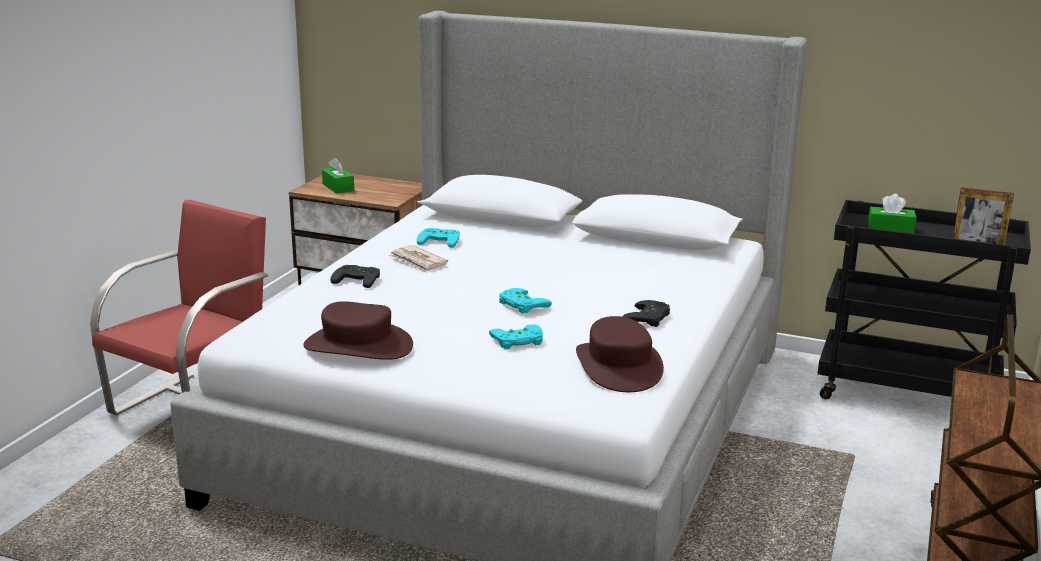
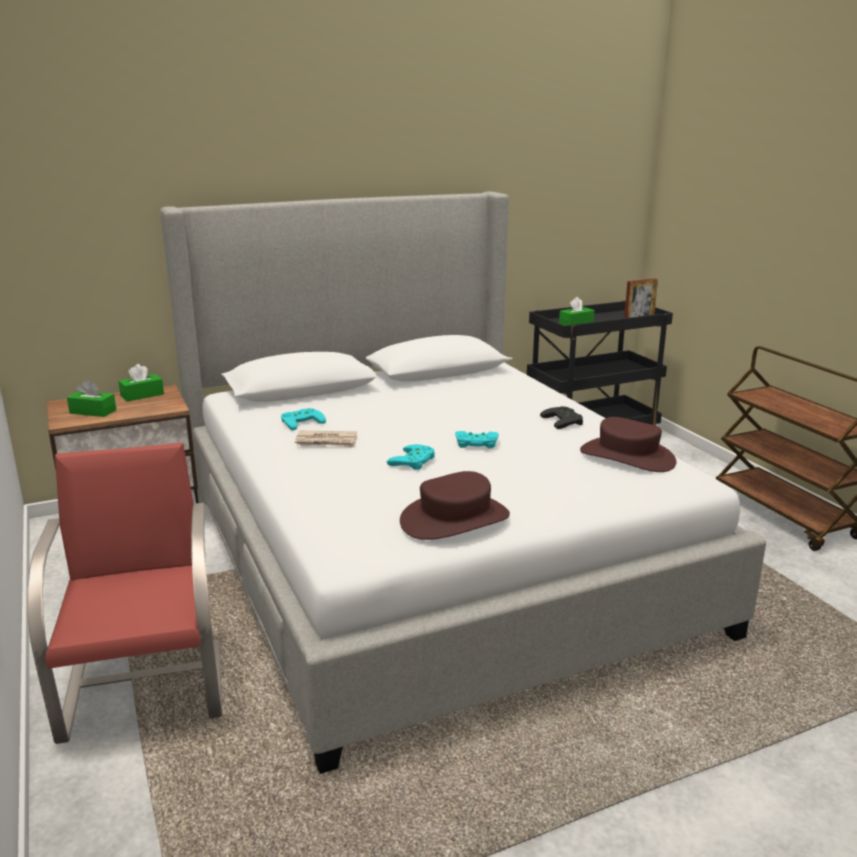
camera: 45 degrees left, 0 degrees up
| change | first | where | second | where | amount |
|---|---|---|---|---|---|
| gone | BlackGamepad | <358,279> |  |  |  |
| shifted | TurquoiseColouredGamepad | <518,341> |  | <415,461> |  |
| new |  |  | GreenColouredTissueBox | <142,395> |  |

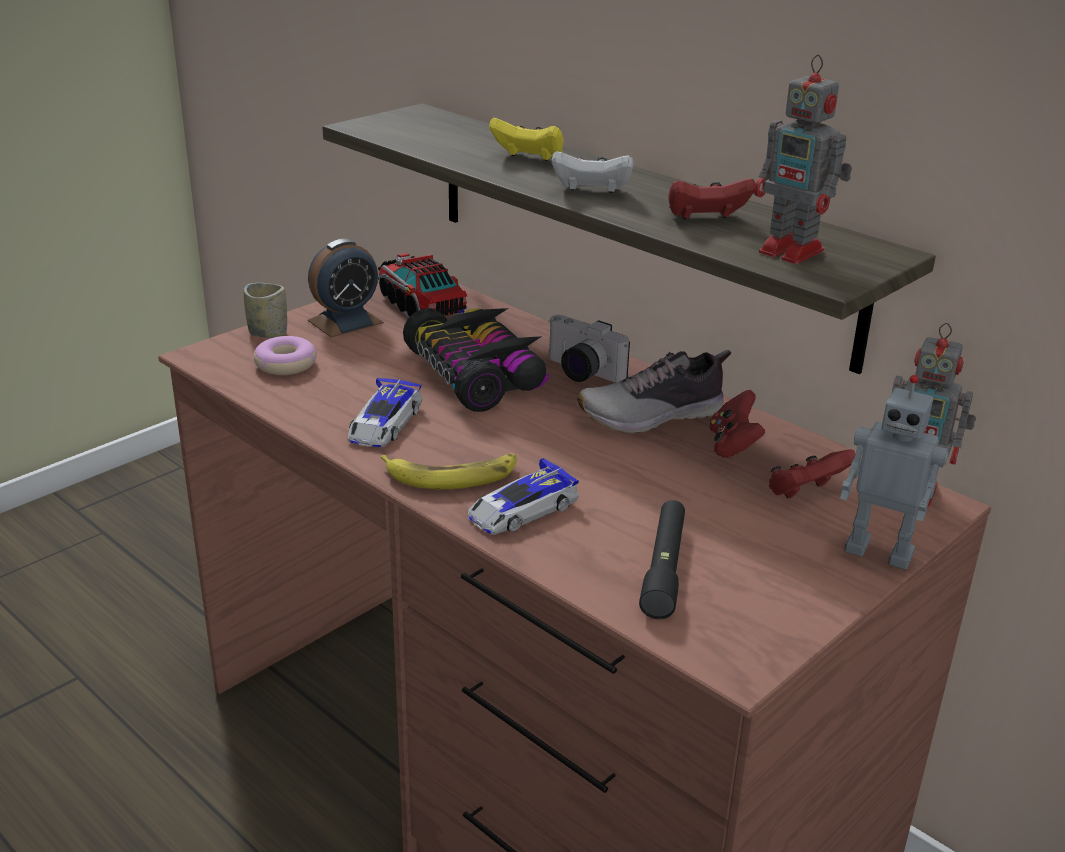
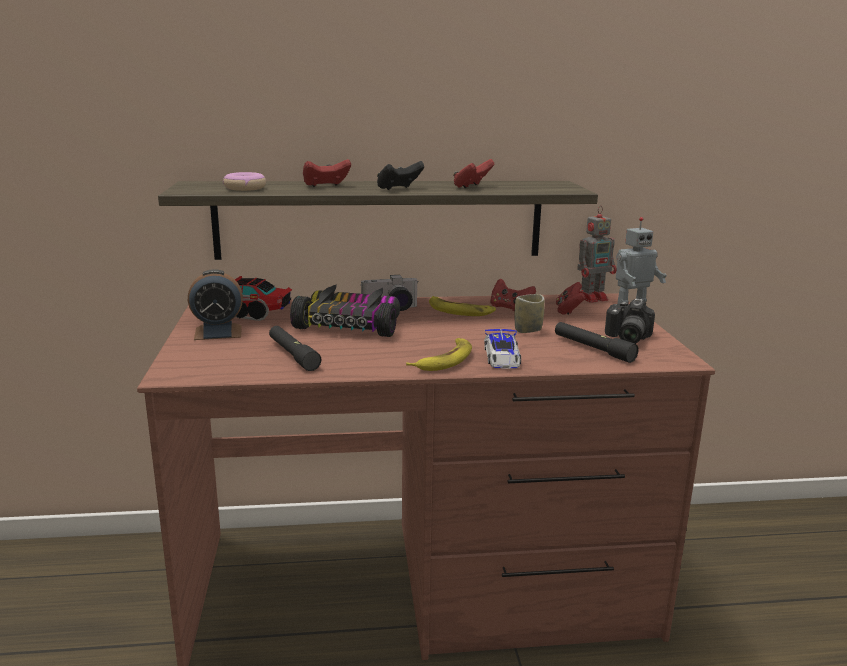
camera: 50 degrees left, 10 degrees down
| change | first | where | second | where | amount |
|---|---|---|---|---|---|
| shifted | DrinkingCup | <268,333> |  | <528,330> |  |
| shifted | RingDoughnut | <286,364> |  | <245,188> |  |
| rotated | AlarmClock | <345,321> |  | <218,332> | 75 degrees clockwise |
| gone | ToyCar | <383,424> |  |  |  |
| repainted | YellowColouredGamepad | <528,159> | RedColouredGamepad | <325,186> |  |
| repainted | WhiteColouredGamepad | <591,192> | BlackGamepad | <398,189> |  |
| swapped | ItemOfFootwear | <653,416> | Banana | <459,311> |  |
| gone | ModelRobot | <794,252> |  |  |  |
| new |  |  | BlackHandTorch | <293,355> |  |
| new |  |  | StillCamera | <625,338> |  |

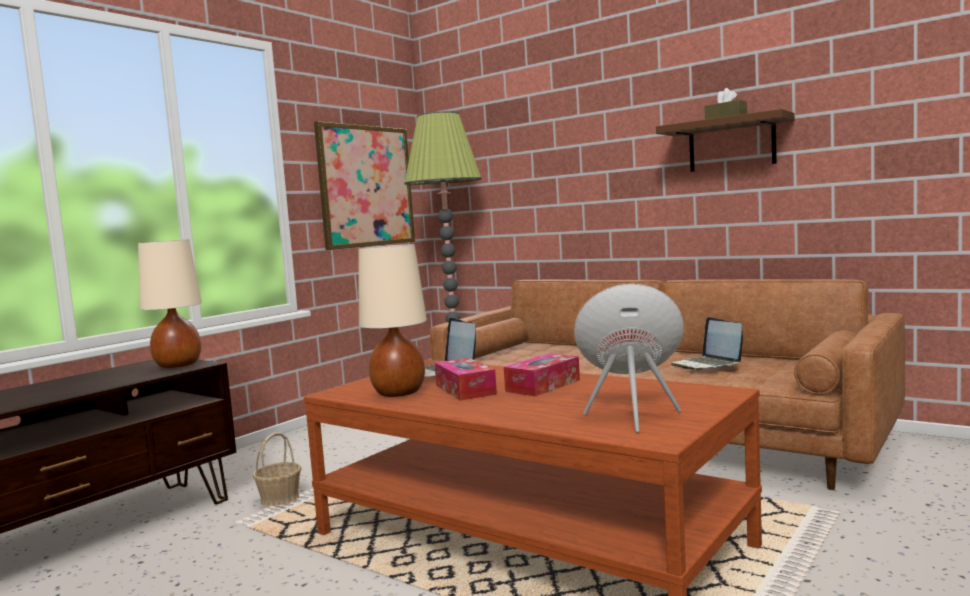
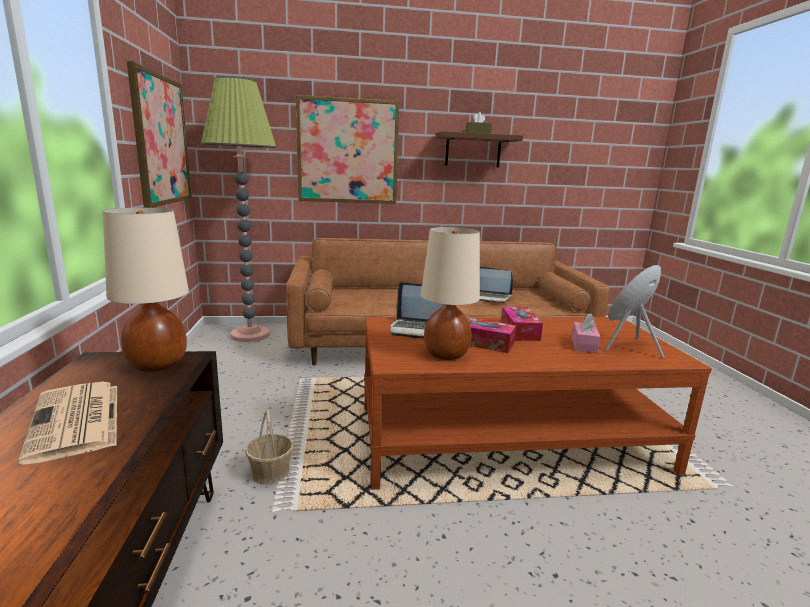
camera: 45 degrees left, 10 degrees up
| change | first | where | second | where | amount |
|---|---|---|---|---|---|
| new |  |  | Newspaper | <77,421> |  |
| new |  |  | WallPicture | <348,151> |  |
| new |  |  | PinkishTissueBox | <584,345> |  |

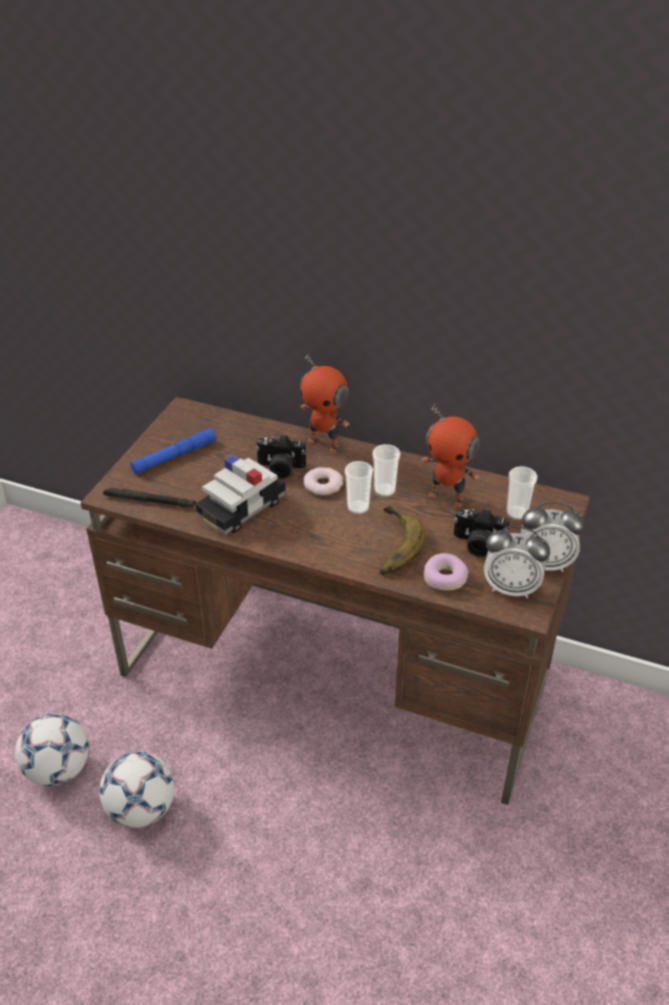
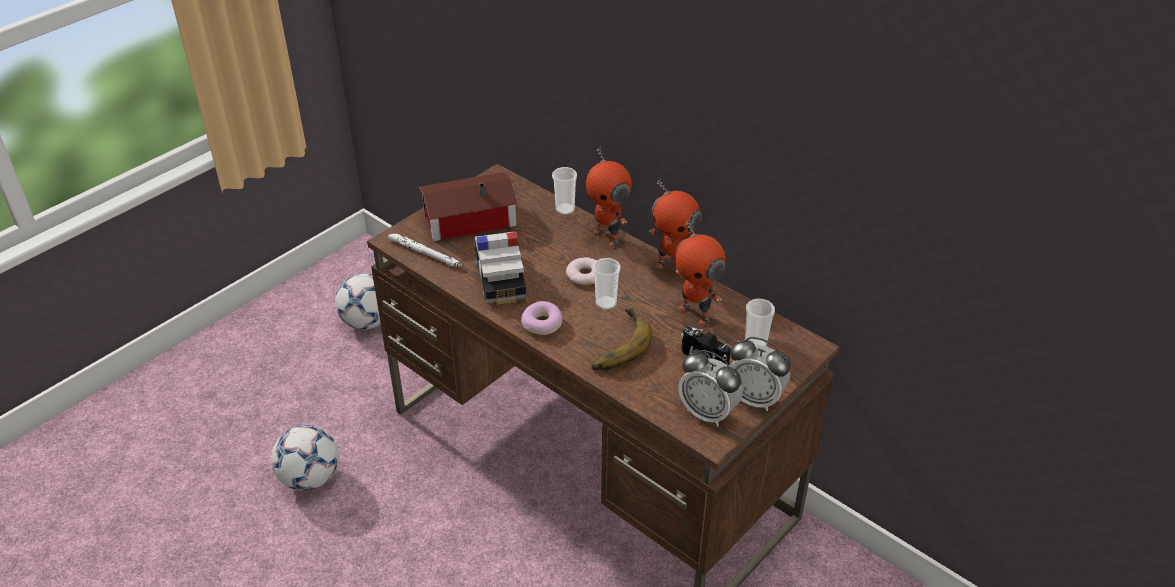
camera: 20 degrees right, 0 degrees up
| change | first | where | second | where | amount |
|---|---|---|---|---|---|
| shifted | Football | <141,809> |  | <367,322> |  |
| repainted | BlackHandTorch | <149,501> | WhiteColouredHandTorch | <425,253> |  |
| swapped | BlueColouredHandTorch | <174,456> | ModelHouse | <466,218> |  |
| rotated | ToyCar | <241,508> |  | <500,279> | 75 degrees counterclockwise |
| gone | StillCamera | <280,469> |  |  |  |
| shifted | DrinkingCup | <384,490> |  | <565,209> |  |
| shifted | RingDoughnut | <445,578> |  | <542,324> |  |
| new |  |  | ModelRobot | <673,268> |  |

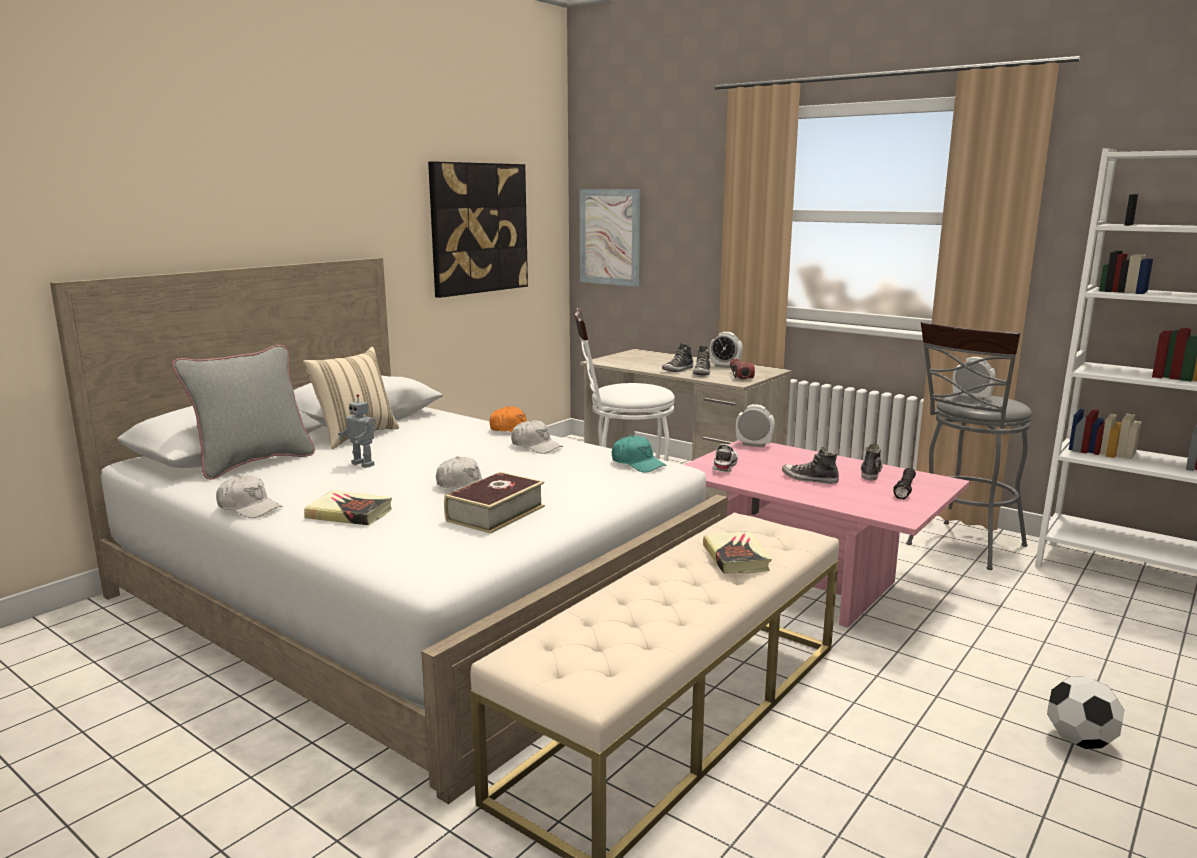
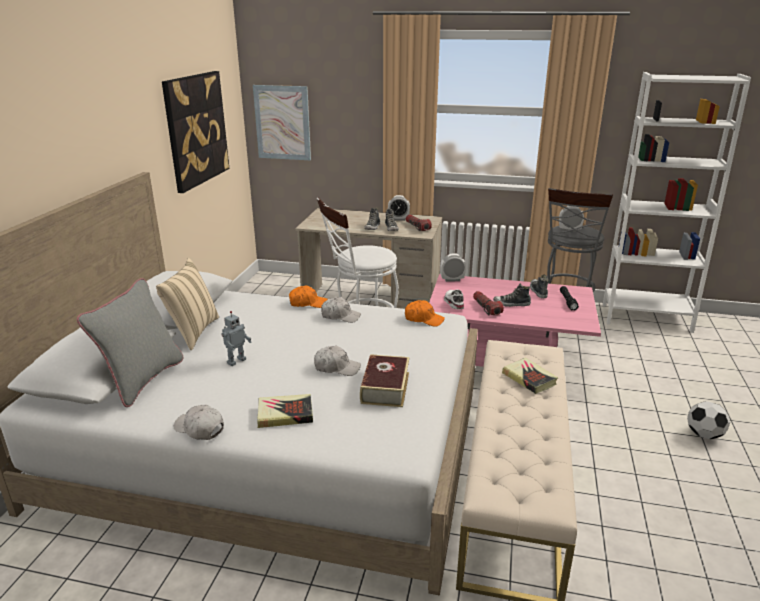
camera: 25 degrees left, 10 degrees up
| change | first | where | second | where | amount |
|---|---|---|---|---|---|
| rotated | WhiteColouredPeakedCap | <249,508> |  | <199,428> | 150 degrees counterclockwise |
| rotated | ModelRobot | <364,464> |  | <236,361> | 60 degrees counterclockwise |
| repainted | TurquoiseColouredPeakedCap | <637,464> | OrangeyPeakedCap | <423,319> |  |
| new |  |  | HandTorch | <486,308> |  |

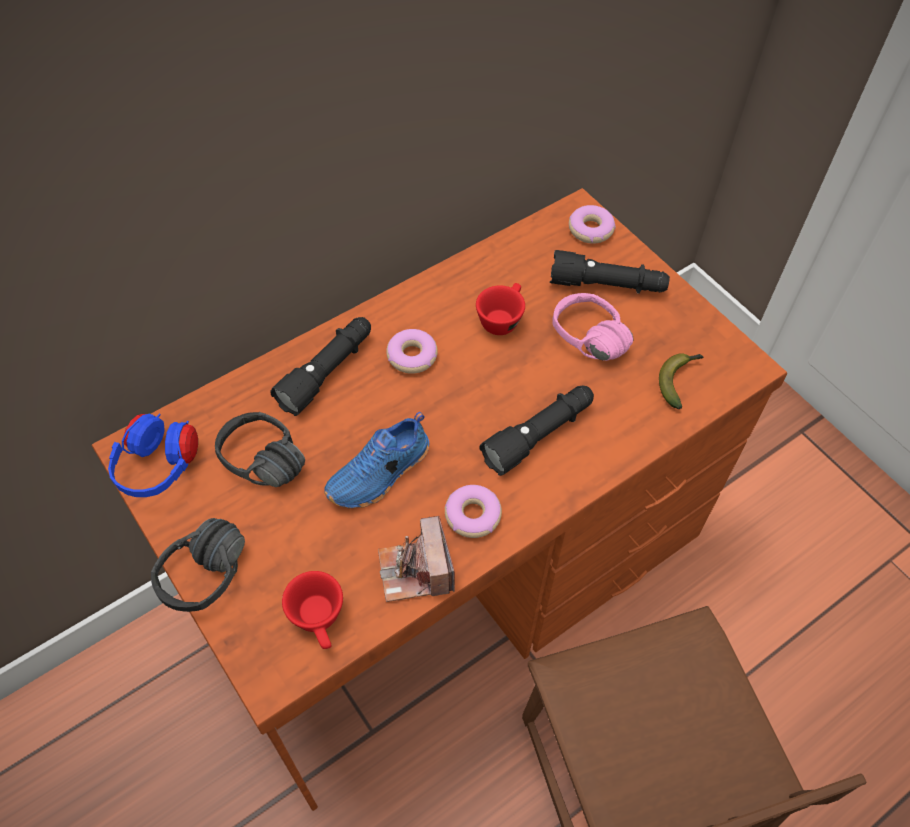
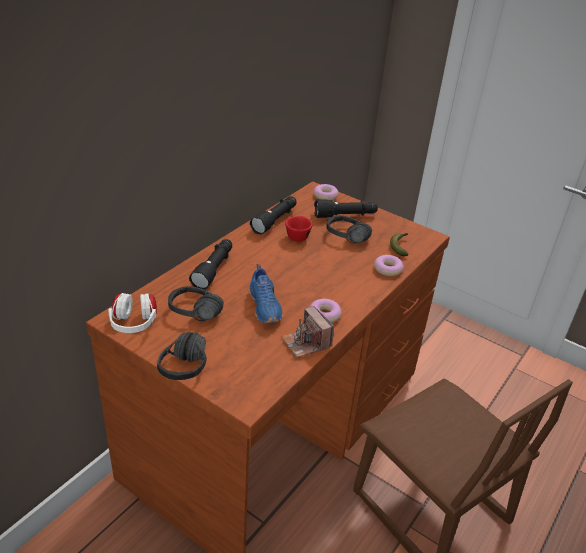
camera: 20 degrees left, 20 degrees down
| change | first | where | second | where | amount |
|---|---|---|---|---|---|
| repainted | BlueColouredPairOfHeadphones | <159,468> | WhiteColouredPairOfHeadphones | <134,325> |  |
| gone | RedColouredDrinkingCup | <320,620> |  |  |  |
| rotated | BlueColouredItemOfFootwear | <380,474> |  | <265,307> | 45 degrees counterclockwise |
| shifted | RingDoughnut | <412,356> |  | <388,269> |  |
| shifted | BlackHandTorch | <539,435> |  | <275,220> |  |
| repainted | PinkishPairOfHeadphones | <581,344> | BlackPairOfHeadphones | <344,239> |  |

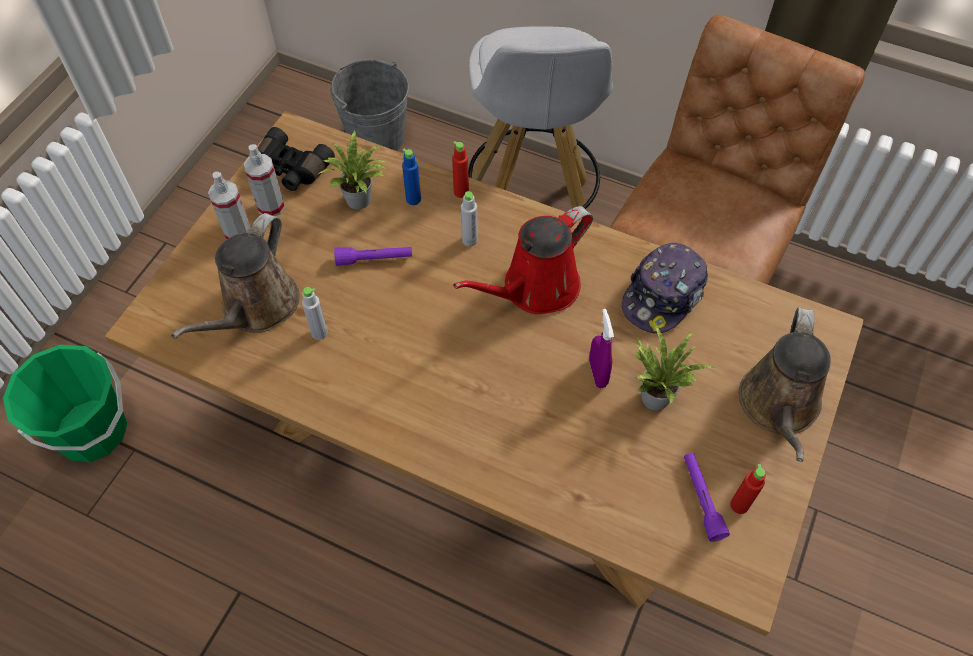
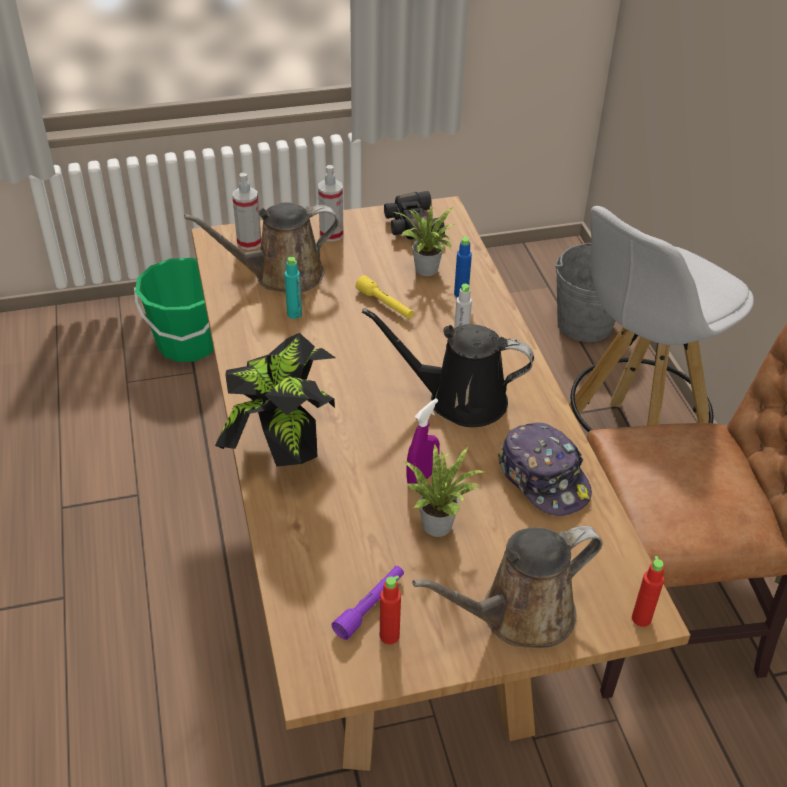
camera: 50 degrees right, 15 degrees down
| change | first | where | second | where | amount |
|---|---|---|---|---|---|
| shifted | HandSprayer | <271,207> |  | <249,242> |  |
| repainted | GreyBeverageBottle | <319,332> | TurquoiseColouredBeverageBottle | <294,314> |  |
| repainted | PurplishHandTorch | <374,259> | YellowColouredHandTorch | <385,305> |  |
| shifted | RedColouredBeverageBottle | <461,192> |  | <641,618> |  |
| repainted | RedColouredWateringPot | <535,288> | BlackWateringPot | <459,399> |  |
| rotated | PeakedCap | <663,296> |  | <544,478> | 120 degrees counterclockwise |
| new |  |  | Houseplant | <282,448> |  |

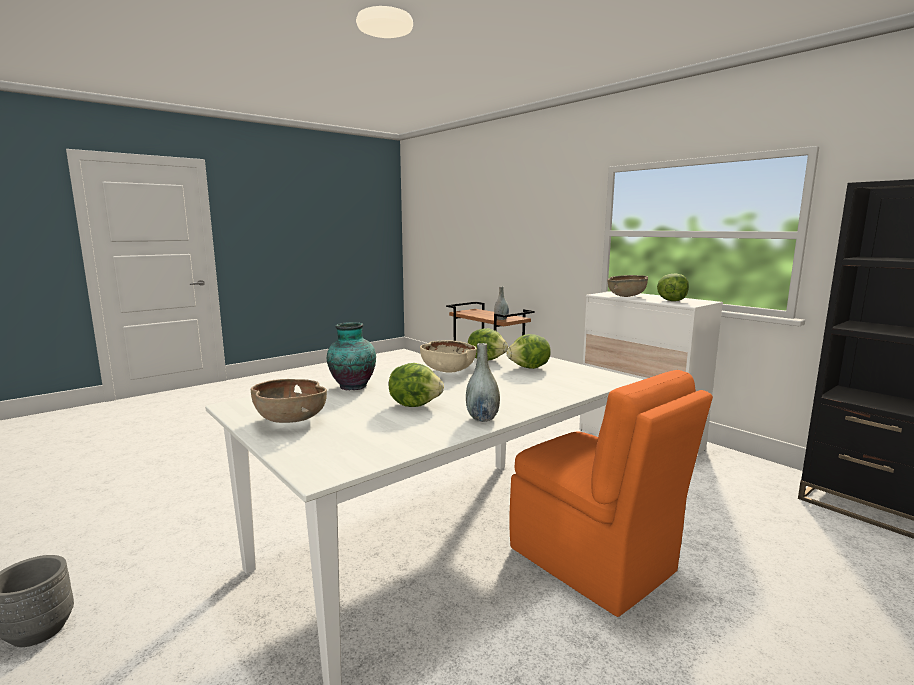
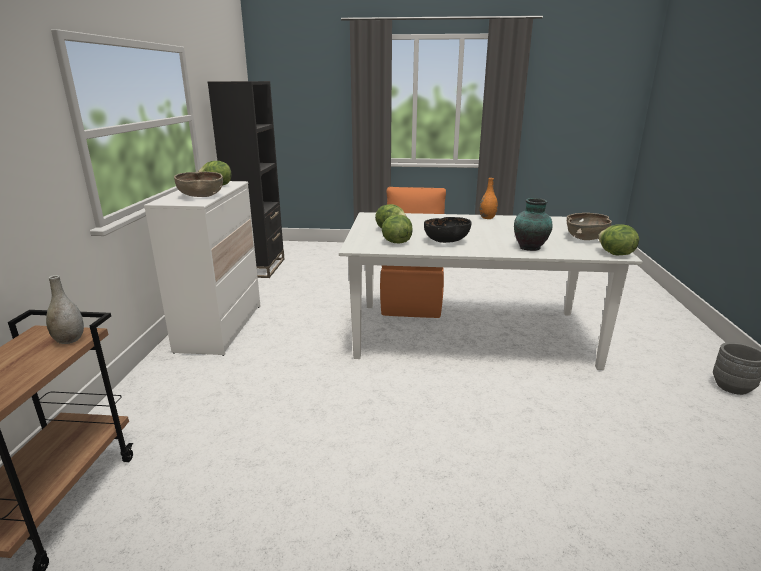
camera: 135 degrees left, 10 degrees up
| change | first | where | second | where | amount |
|---|---|---|---|---|---|
| shifted | HeadOfLettuce | <415,404> |  | <615,254> |  |
| repainted | BeigeBowl | <448,371> | BlackBowl | <446,241> |  |
| repainted | GreyFlowerVase | <482,418> | OrangeyFlowerVase | <487,218> |  |

